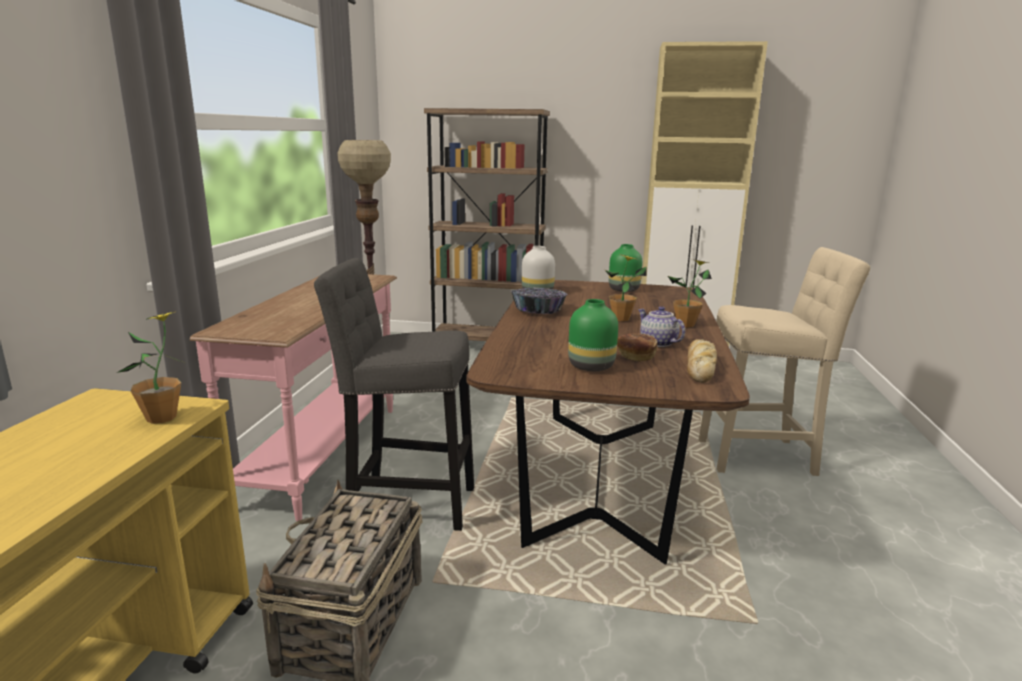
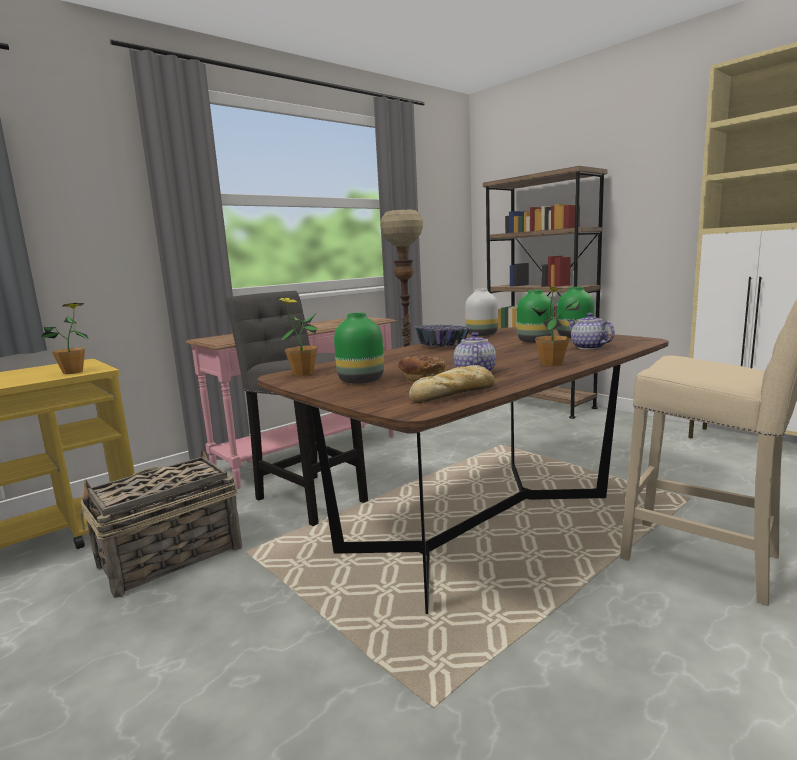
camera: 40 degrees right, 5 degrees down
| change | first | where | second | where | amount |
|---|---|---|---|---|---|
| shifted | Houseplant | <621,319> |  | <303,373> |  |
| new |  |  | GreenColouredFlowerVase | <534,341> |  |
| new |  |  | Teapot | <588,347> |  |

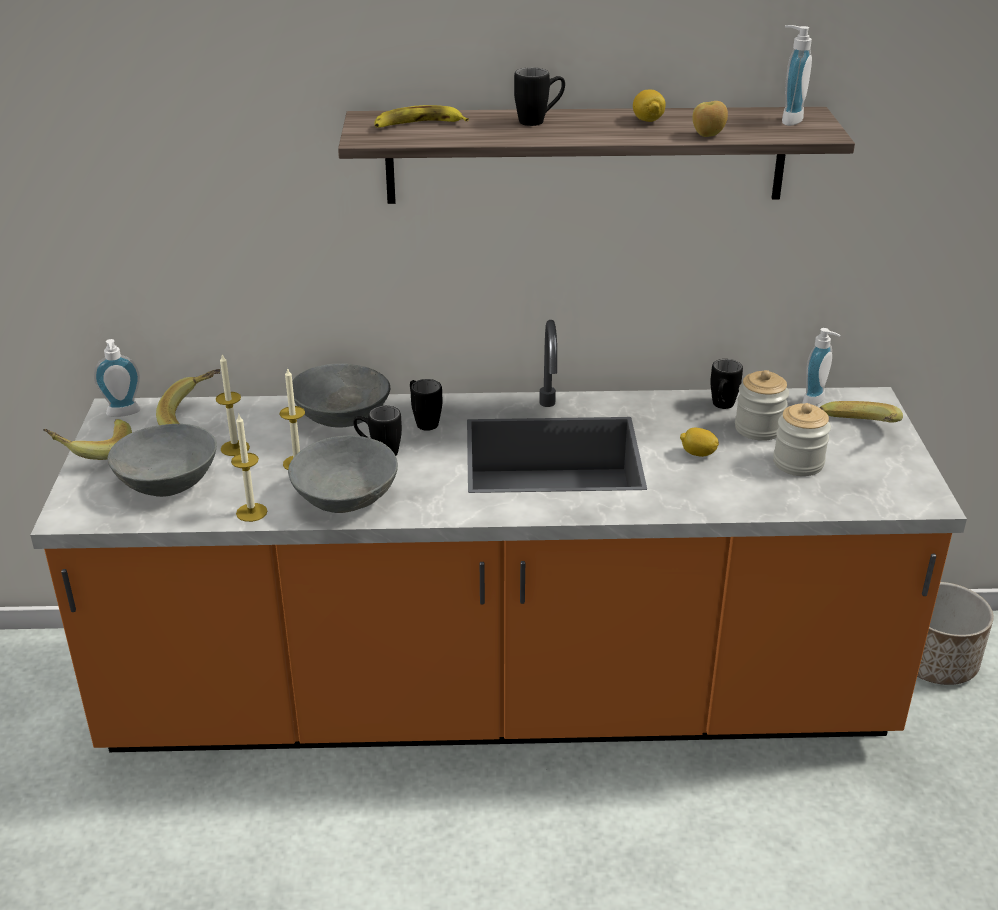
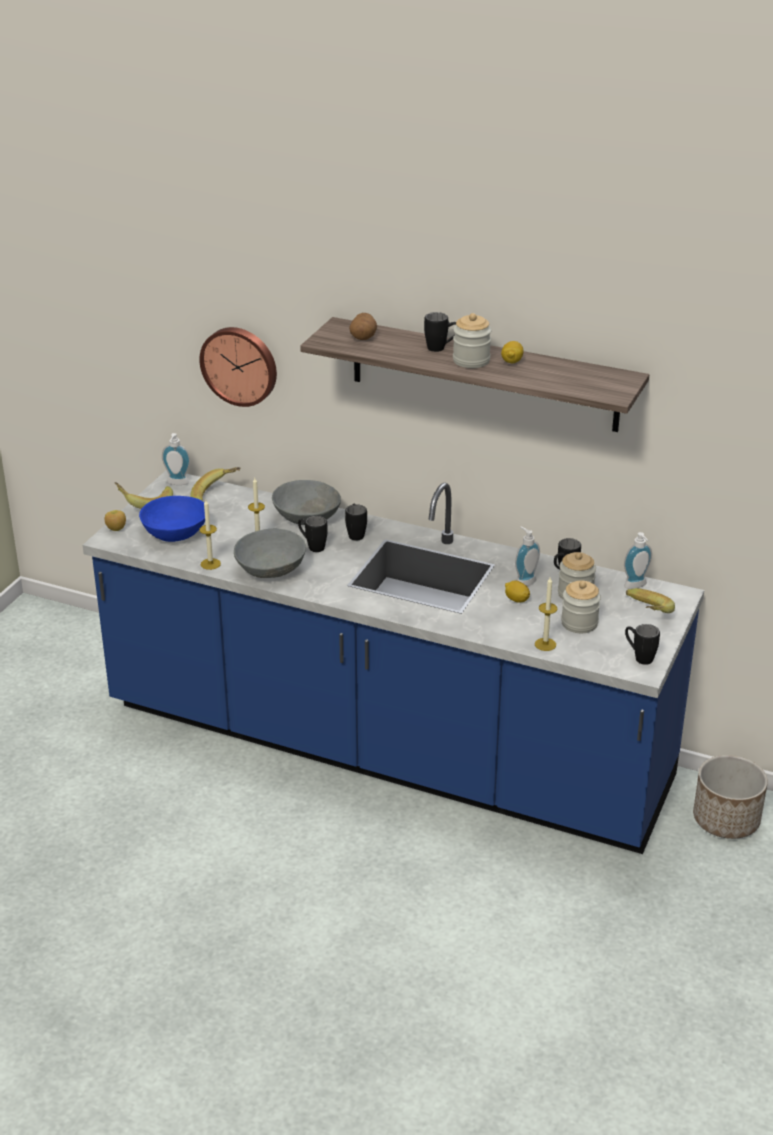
camera: 25 degrees right, 0 degrees up
| change | first | where | second | where | amount |
|---|---|---|---|---|---|
| repainted | OrangeyKitchenBaseUnit | <499,697> | BlueColouredKitchenBaseUnit | <386,747> |  |
| repainted | GreyBowl | <169,482> | BlueColouredBowl | <176,533> |  |
| shifted | Candle | <235,448> |  | <545,644> |  |
| swapped | Banana | <418,125> | WholePotato | <363,337> |  |
| shifted | WholeApple | <707,135> |  | <116,529> |  |
| shifted | SoapDispenser | <788,119> |  | <524,581> |  |
| new |  |  | HangingClock | <240,365> |  |
| new |  |  | StorageJar | <471,360> |  |
| new |  |  | BlackCoffeeMug | <639,657> |  |

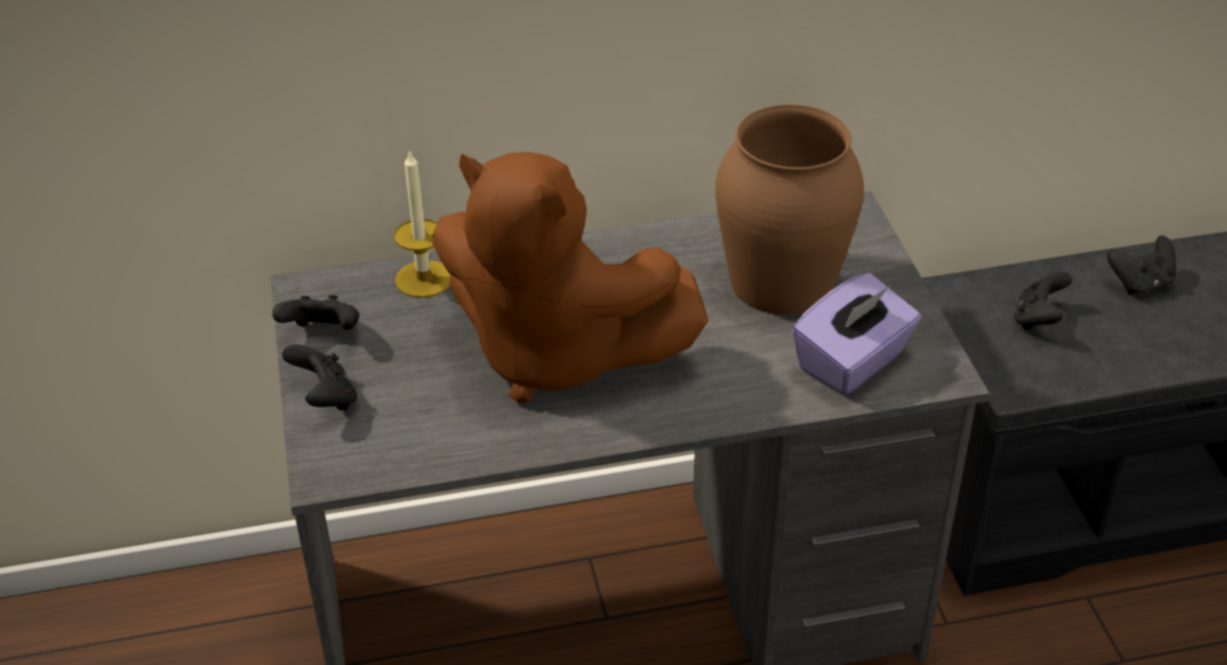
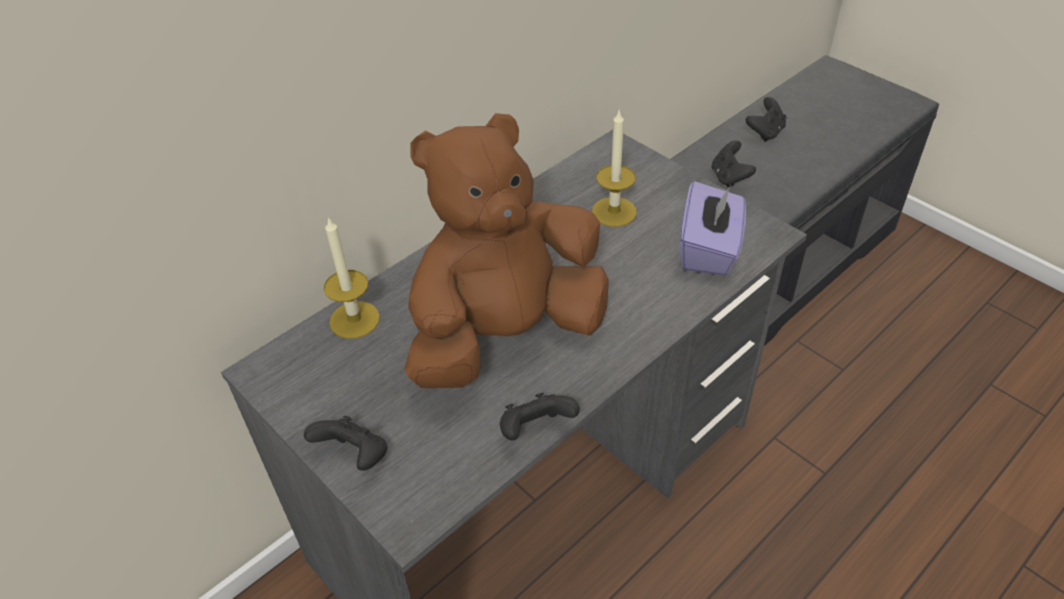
camera: 30 degrees left, 5 degrees up
| change | first | where | second | where | amount |
|---|---|---|---|---|---|
| shifted | BlackGamepad | <323,334> |  | <536,429> |  |
| rotated | BrownishSoftToy | <556,354> |  | <506,334> | 150 degrees clockwise |
| swapped | BrownishFlowerVase | <783,280> | Candle | <614,212> |  |

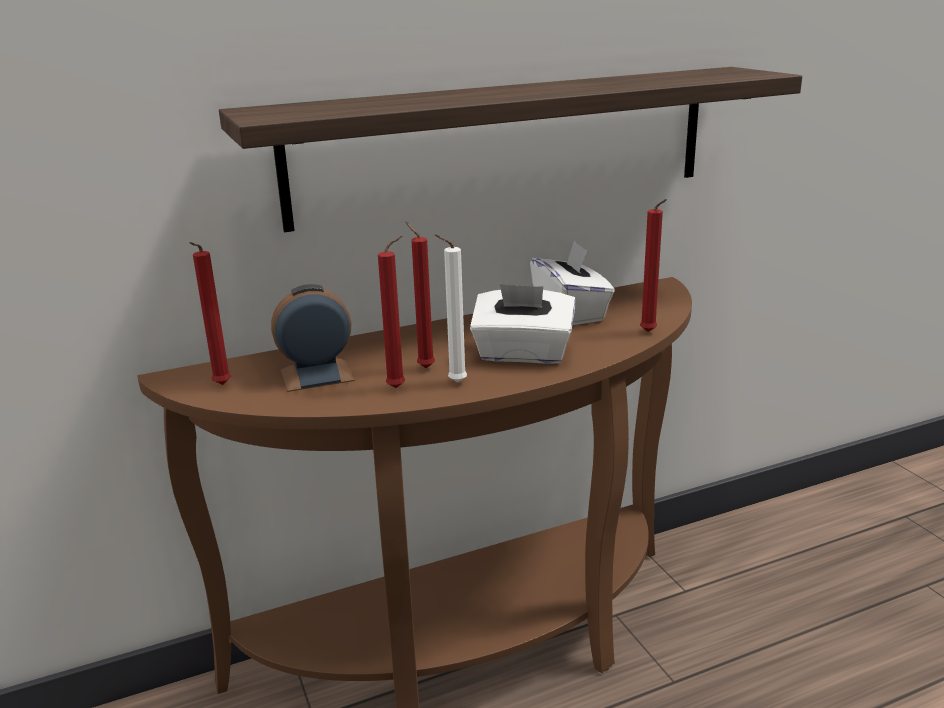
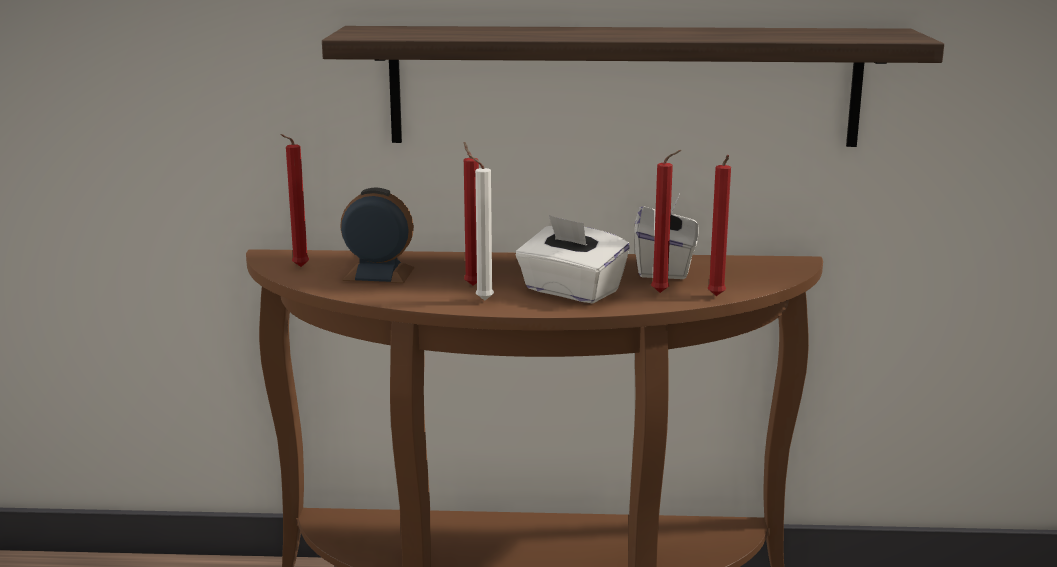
camera: 25 degrees right, 5 degrees down
| change | first | where | second | where | amount |
|---|---|---|---|---|---|
| shifted | RedColouredCandle | <399,387> |  | <663,293> |  |

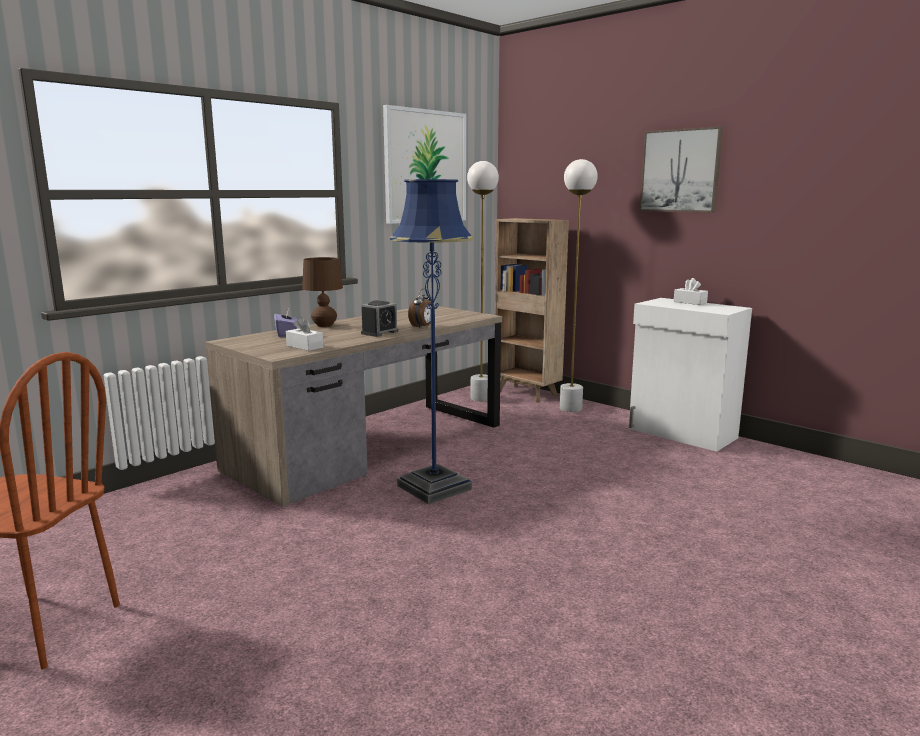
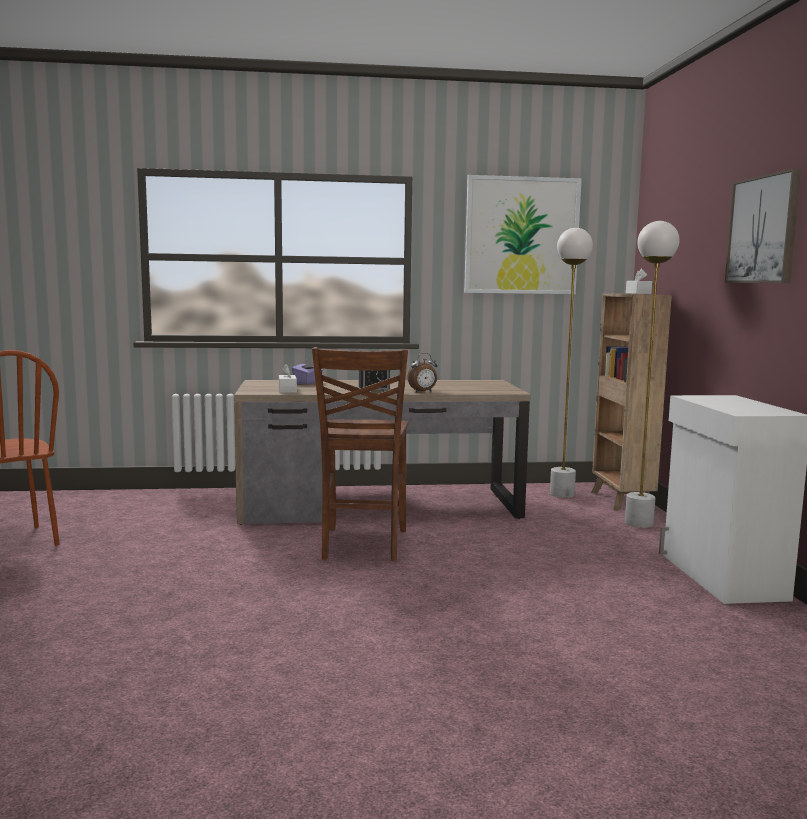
camera: 40 degrees right, 5 degrees down
| change | first | where | second | where | amount |
|---|---|---|---|---|---|
| gone | BrownishLampForATable | <324,326> |  |  |  |
| swapped | BlueColouredFloorLamp | <434,487> | BrownishChair | <362,545> |  |
| shifted | WhiteColouredTissueBox | <690,302> |  | <638,293> |  |

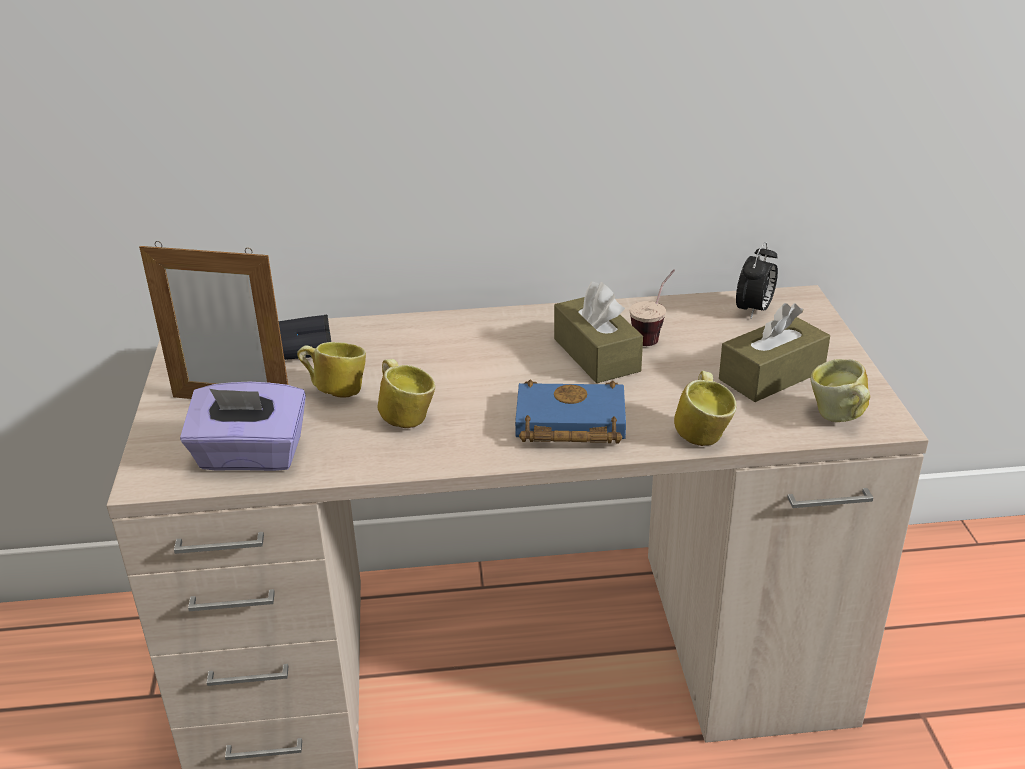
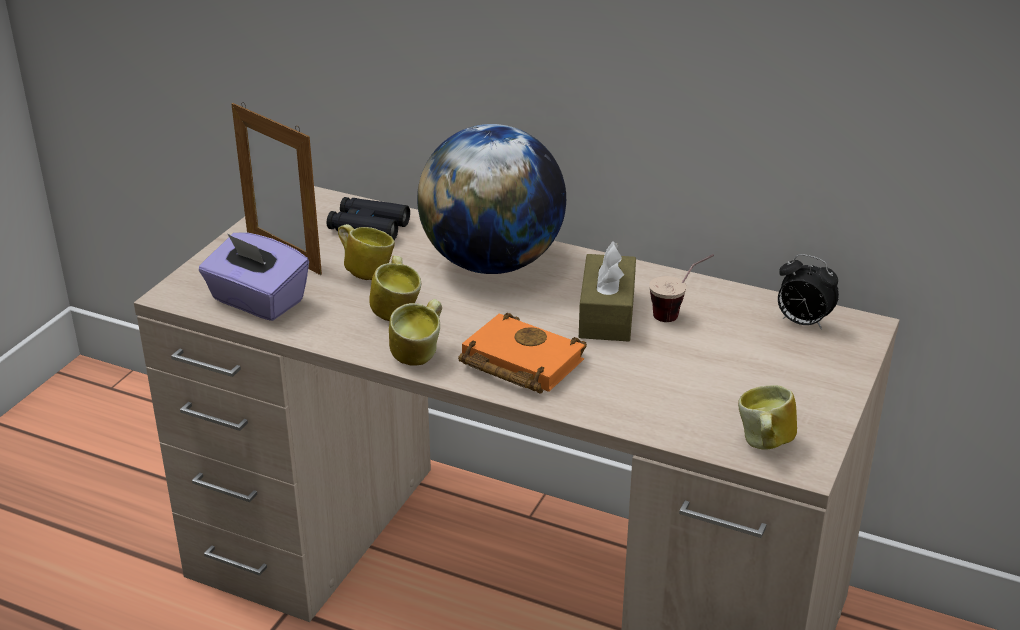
camera: 30 degrees right, 0 degrees up
| change | first | where | second | where | amount |
|---|---|---|---|---|---|
| repainted | BlueColouredBoundBook | <567,423> | OrangeyBoundBook | <517,362> |  |
| shifted | CoffeeMug | <703,433> |  | <420,355> |  |
| gone | BrownishTissueBox | <771,375> |  |  |  |
| rotated | AlarmClock | <754,310> |  | <802,322> | 60 degrees clockwise |
| new |  |  | Globe | <492,263> |  |

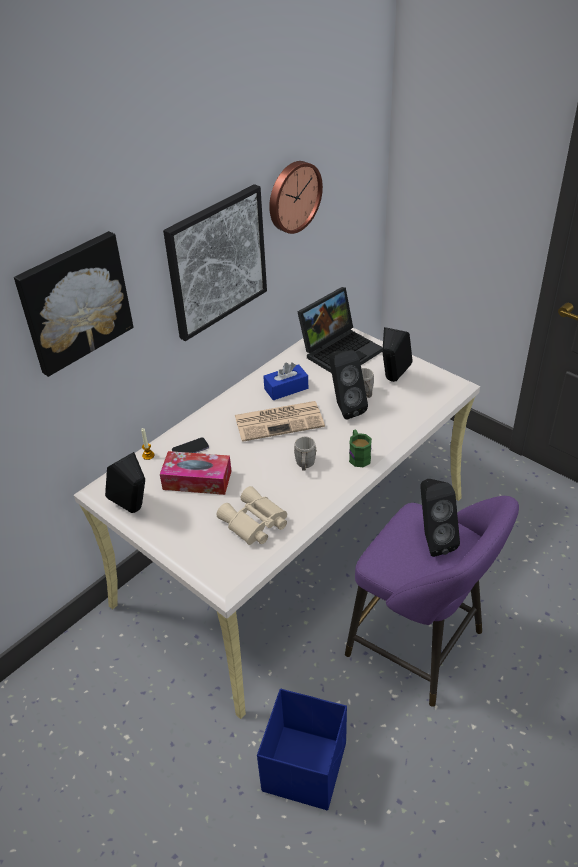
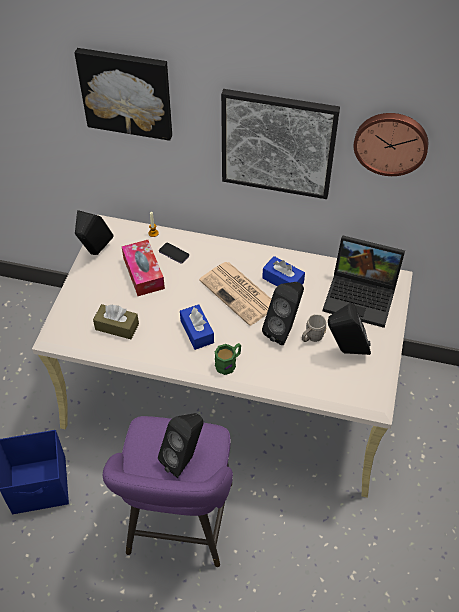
camera: 60 degrees right, 10 degrees up
| change | first | where | second | where | amount |
|---|---|---|---|---|---|
| swapped | BeigeFieldGlasses | <254,523> | BrownishTissueBox | <117,326> |  |
| swapped | GreyCoffeeMug | <305,465> | BlueColouredTissueBox | <197,332> |  |

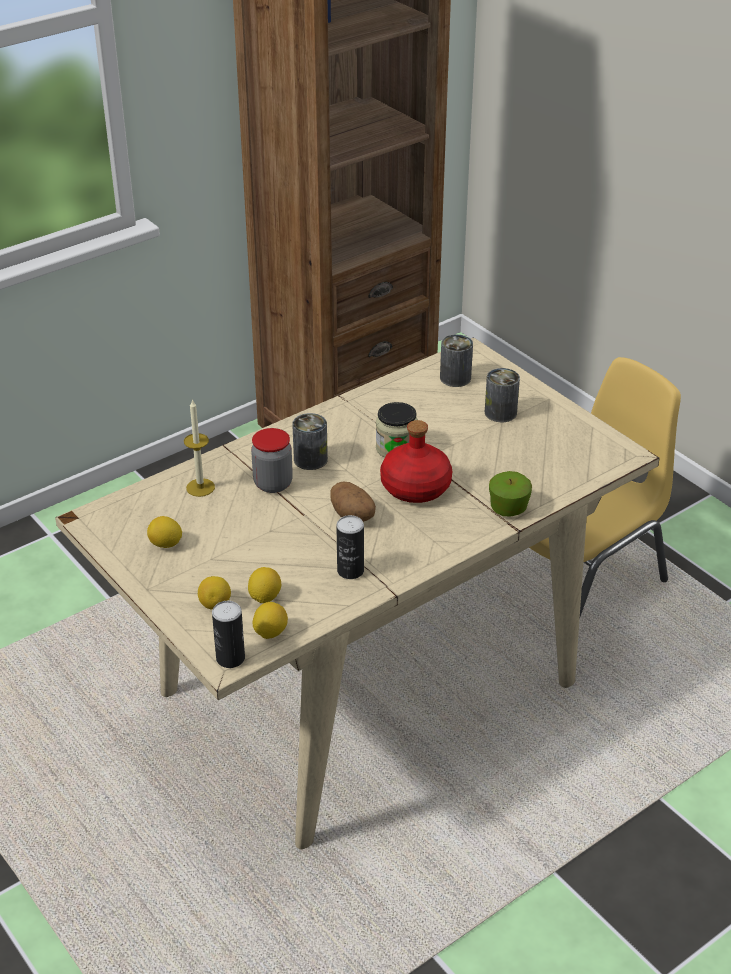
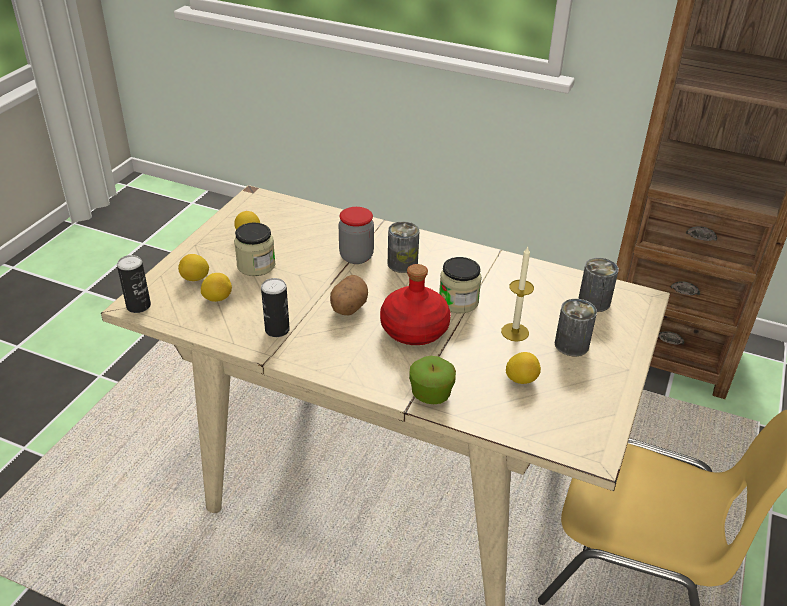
camera: 60 degrees right, 0 degrees up
| change | first | where | second | where | amount |
|---|---|---|---|---|---|
| shifted | Candle | <200,487> |  | <515,332> |  |
| shifted | Lemon | <270,632> |  | <521,379> |  |
| new |  |  | StorageJar | <256,265> |  |

